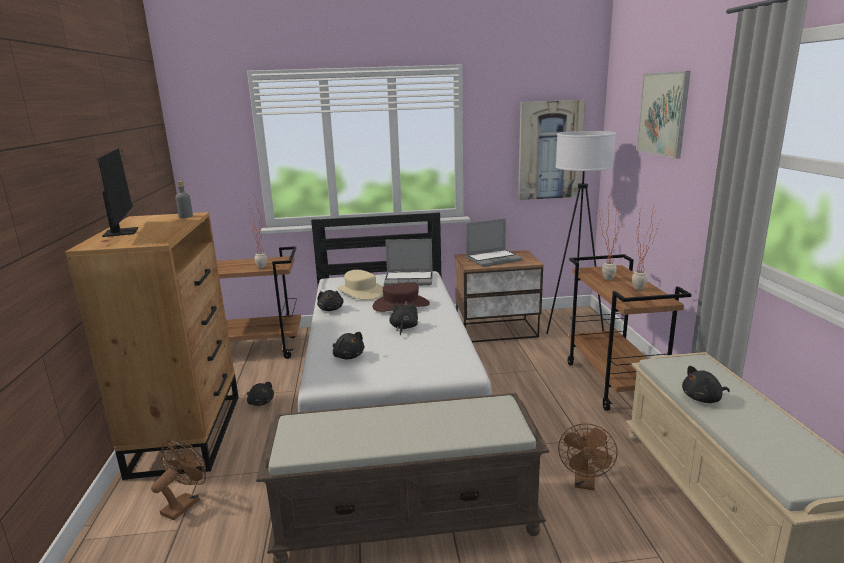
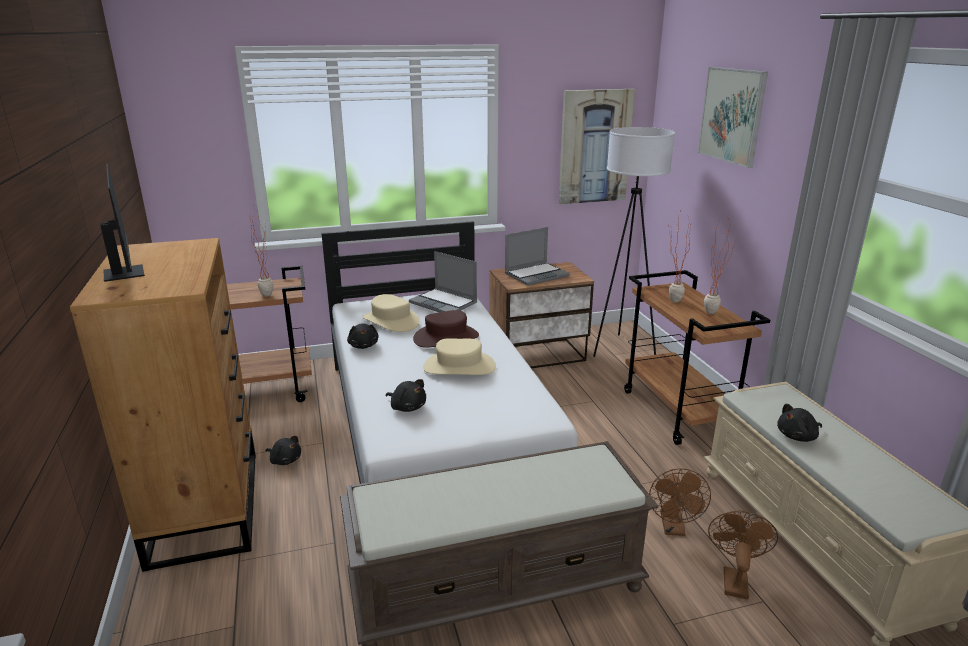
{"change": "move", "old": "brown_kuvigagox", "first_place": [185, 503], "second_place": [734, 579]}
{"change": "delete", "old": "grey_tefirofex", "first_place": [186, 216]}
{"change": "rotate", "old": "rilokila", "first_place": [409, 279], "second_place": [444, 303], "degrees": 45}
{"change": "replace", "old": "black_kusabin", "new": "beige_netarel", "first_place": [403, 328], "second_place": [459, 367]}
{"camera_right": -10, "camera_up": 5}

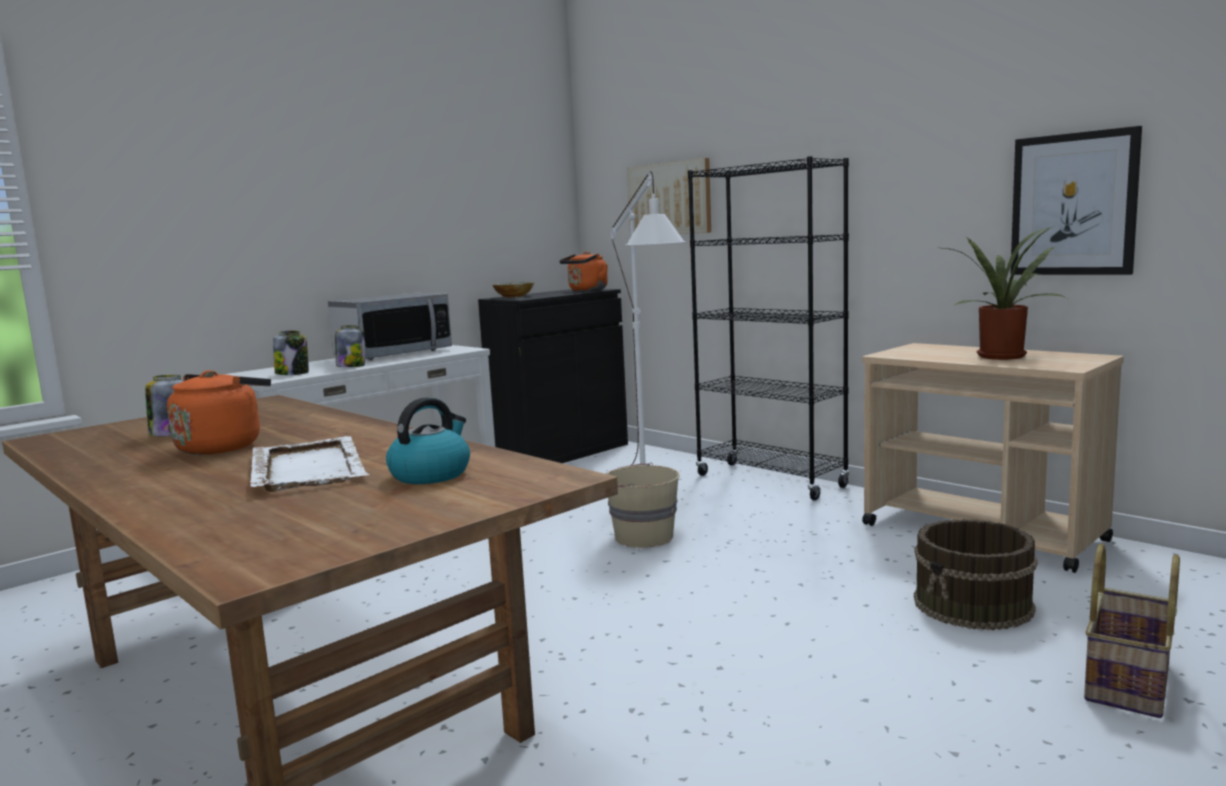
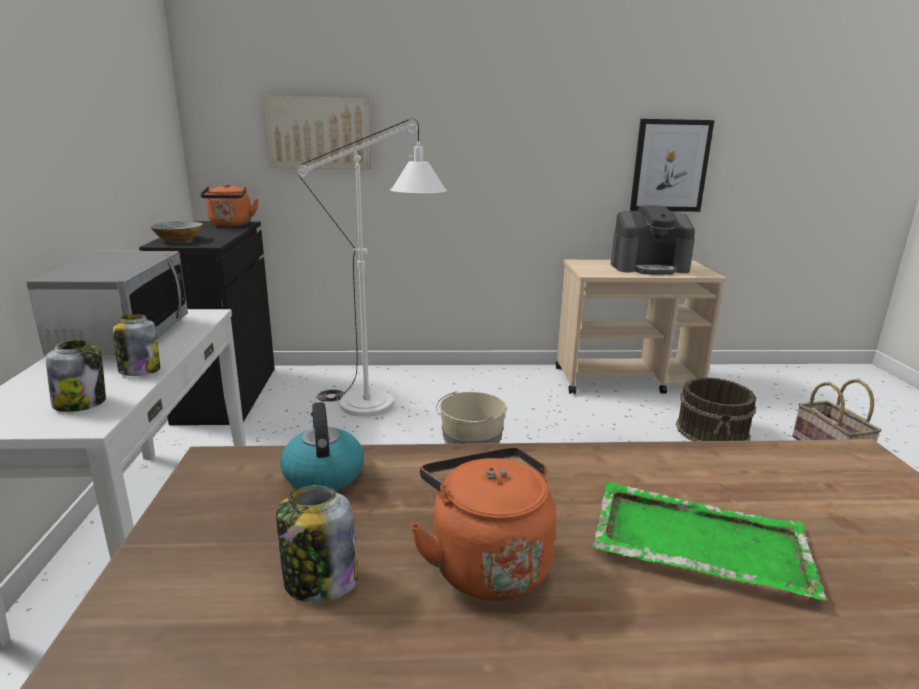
{"change": "recolor", "old": "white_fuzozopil", "new": "green_fuzozopil", "first_place": [308, 468], "second_place": [697, 542]}
{"change": "move", "old": "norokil", "first_place": [431, 474], "second_place": [323, 474]}
{"change": "delete", "old": "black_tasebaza", "first_place": [771, 481]}
{"change": "replace", "old": "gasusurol", "new": "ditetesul", "first_place": [1002, 356], "second_place": [649, 267]}
{"camera_right": -50, "camera_up": 10}

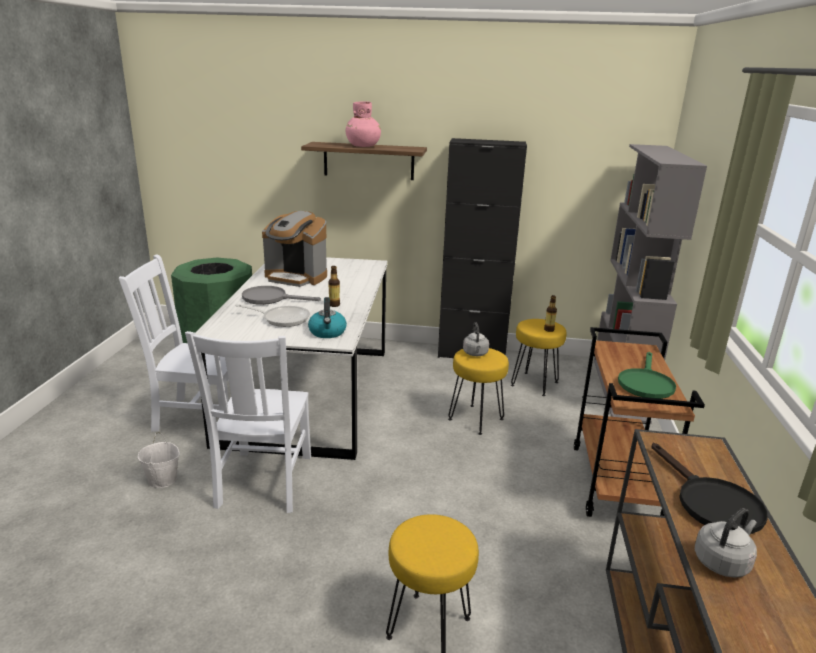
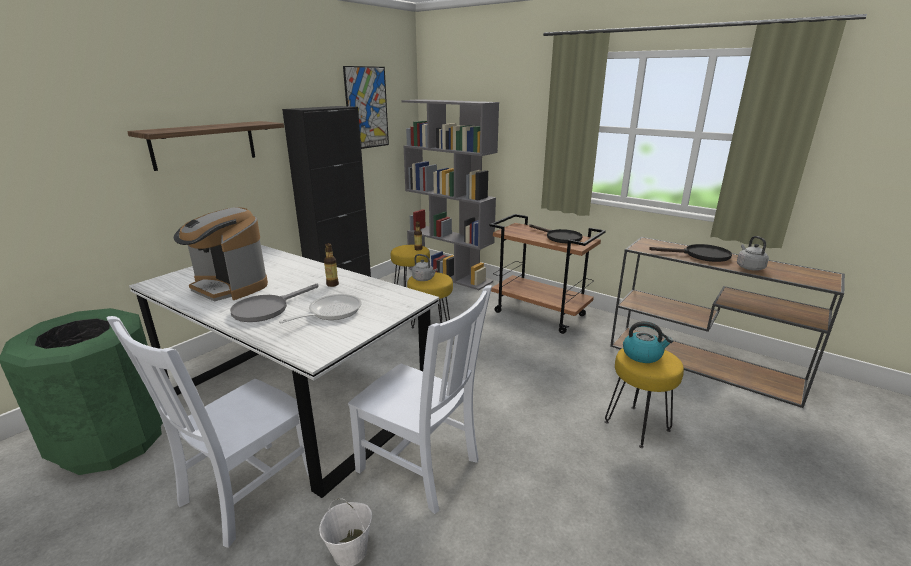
{"change": "rotate", "old": "ditetesul", "first_place": [296, 277], "second_place": [229, 287], "degrees": 75}
{"change": "move", "old": "norokil", "first_place": [327, 332], "second_place": [642, 355]}
{"change": "delete", "old": "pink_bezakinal", "first_place": [363, 146]}
{"change": "recolor", "old": "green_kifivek", "new": "black_kifivek", "first_place": [645, 383], "second_place": [559, 237]}
{"change": "insert", "new": "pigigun", "second_place": [366, 108]}
{"camera_right": -60, "camera_up": 0}

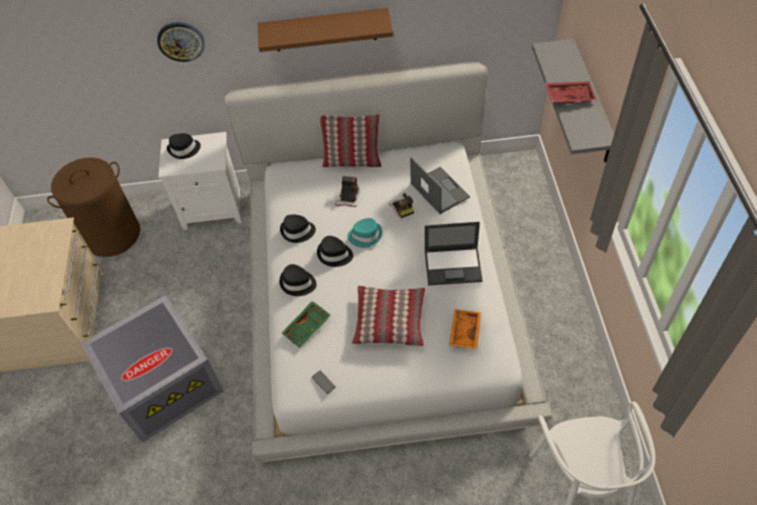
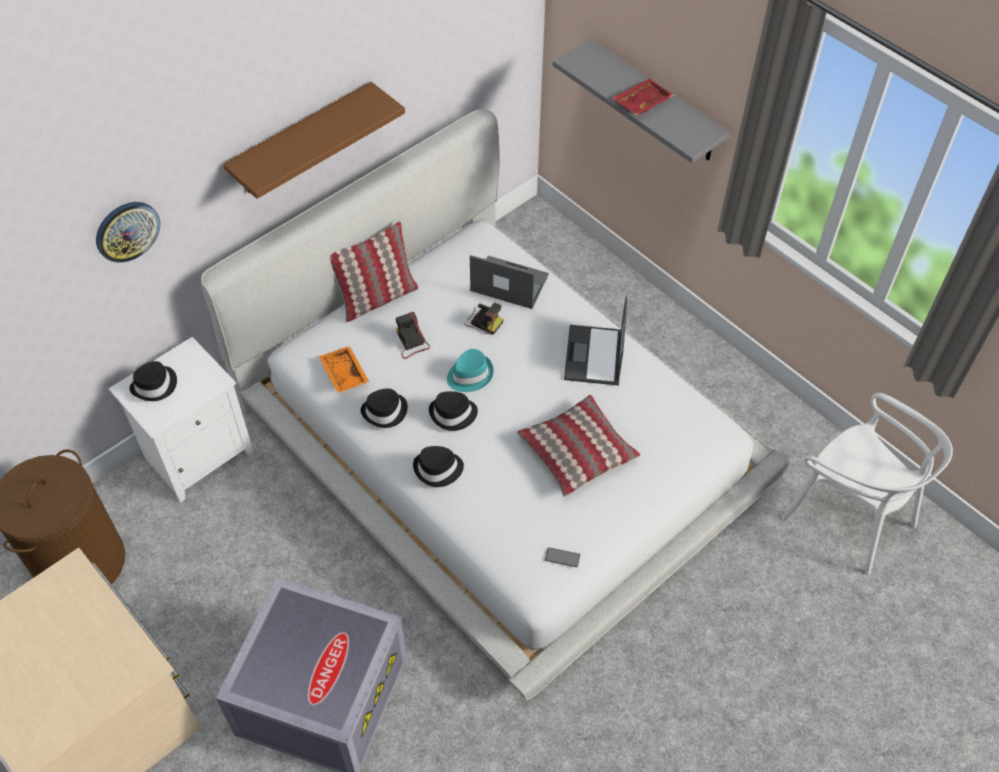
{"change": "delete", "old": "green_fuzozopil", "first_place": [307, 328]}
{"change": "rotate", "old": "rilokila", "first_place": [453, 265], "second_place": [594, 356], "degrees": 135}
{"change": "move", "old": "orange_fuzozopil", "first_place": [464, 332], "second_place": [343, 374]}
{"camera_right": -40, "camera_up": 0}

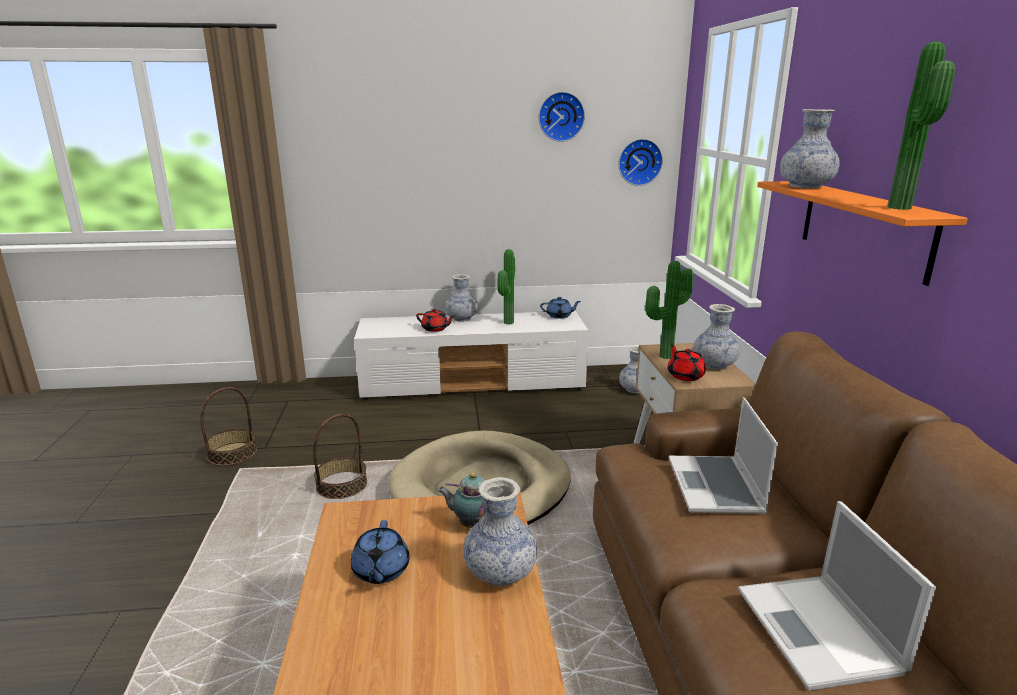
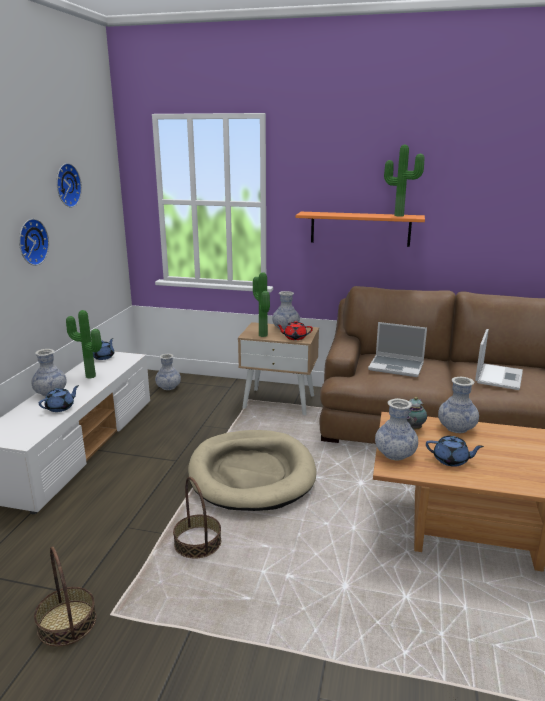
{"change": "recolor", "old": "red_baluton", "new": "blue_baluton", "first_place": [435, 329], "second_place": [60, 407]}
{"change": "move", "old": "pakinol", "first_place": [639, 162], "second_place": [31, 242]}
{"change": "rotate", "old": "rilokila", "first_place": [819, 632], "second_place": [498, 376], "degrees": -75}
{"change": "move", "old": "bezakinal", "first_place": [805, 186], "second_place": [395, 454]}
{"camera_right": -70, "camera_up": 0}

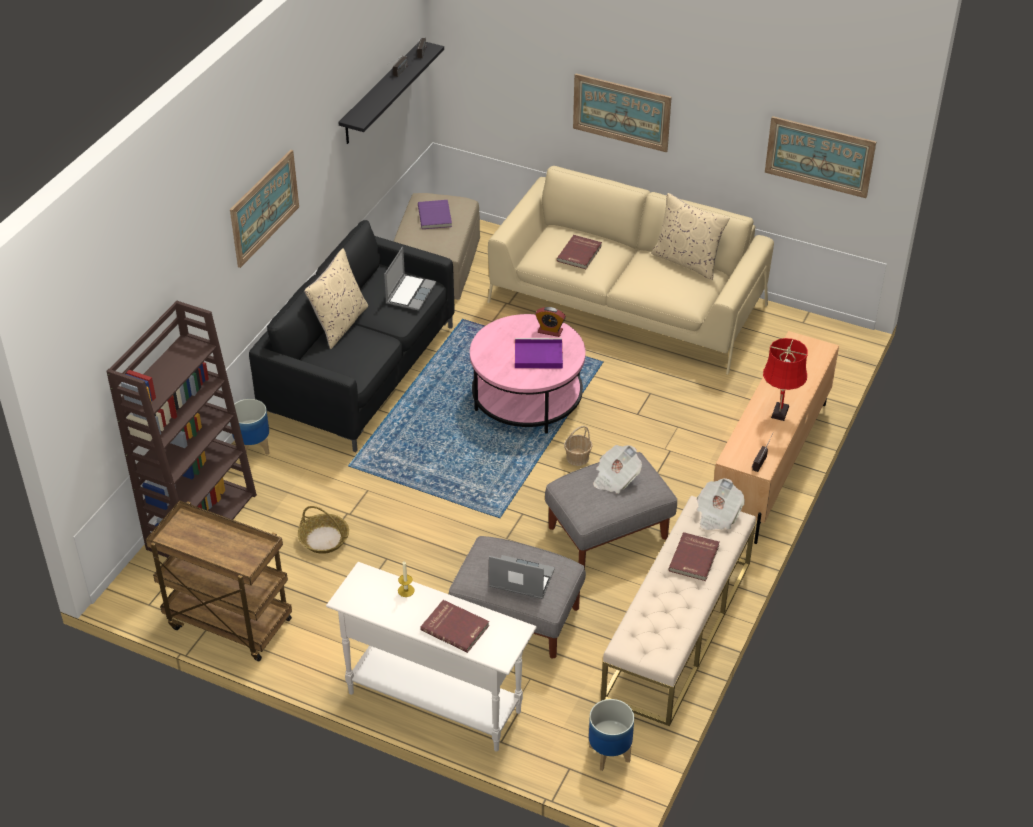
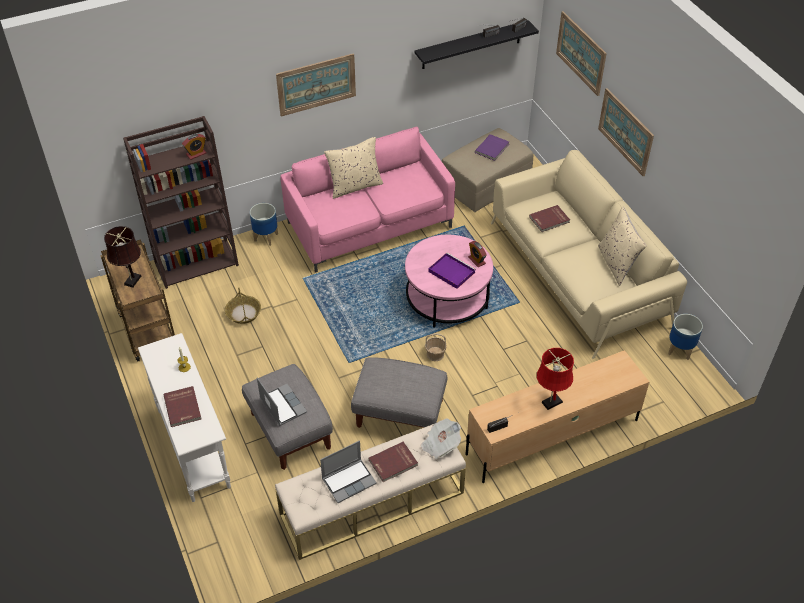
{"change": "recolor", "old": "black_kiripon", "new": "pink_kiripon", "first_place": [359, 373], "second_place": [369, 226]}
{"change": "move", "old": "rilokila", "first_place": [410, 293], "second_place": [349, 480]}
{"change": "move", "old": "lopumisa", "first_place": [610, 753], "second_place": [680, 350]}
{"change": "delete", "old": "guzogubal", "first_place": [615, 478]}
{"change": "move", "old": "pigigun", "first_place": [819, 156], "second_place": [581, 53]}
{"change": "insert", "new": "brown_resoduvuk", "second_place": [131, 281]}
{"change": "insert", "new": "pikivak", "second_place": [196, 154]}
{"camera_right": 40, "camera_up": 5}

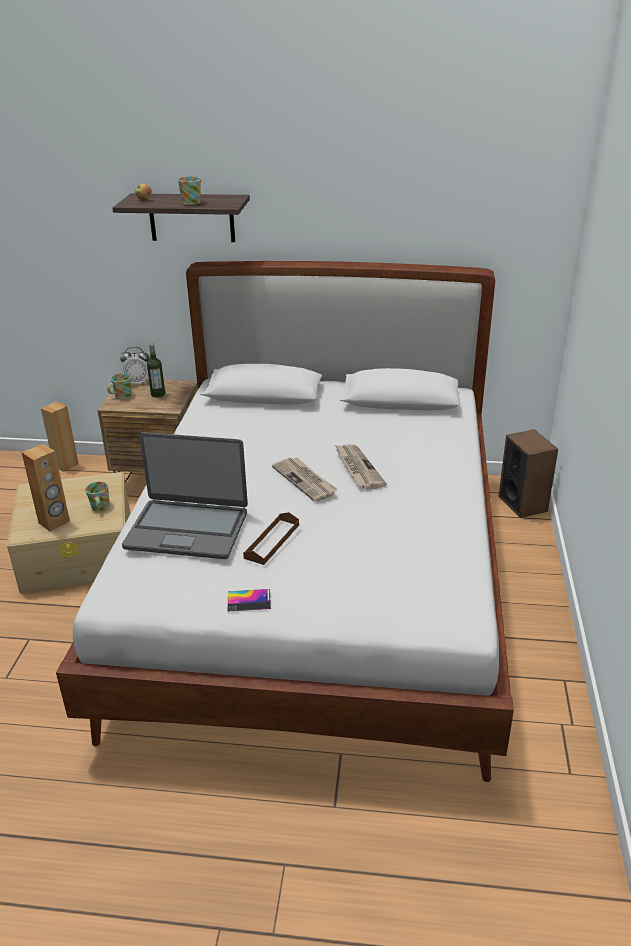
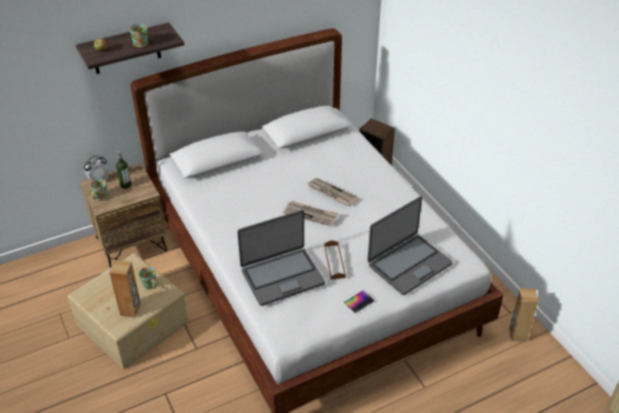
{"change": "move", "old": "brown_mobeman", "first_place": [65, 465], "second_place": [517, 334]}
{"change": "insert", "new": "rilokila", "second_place": [408, 264]}
{"camera_right": -35, "camera_up": 10}

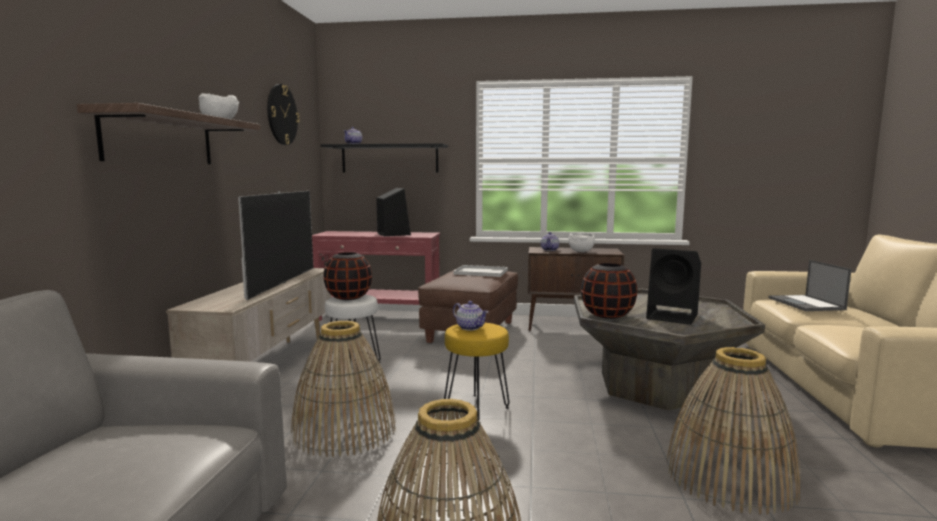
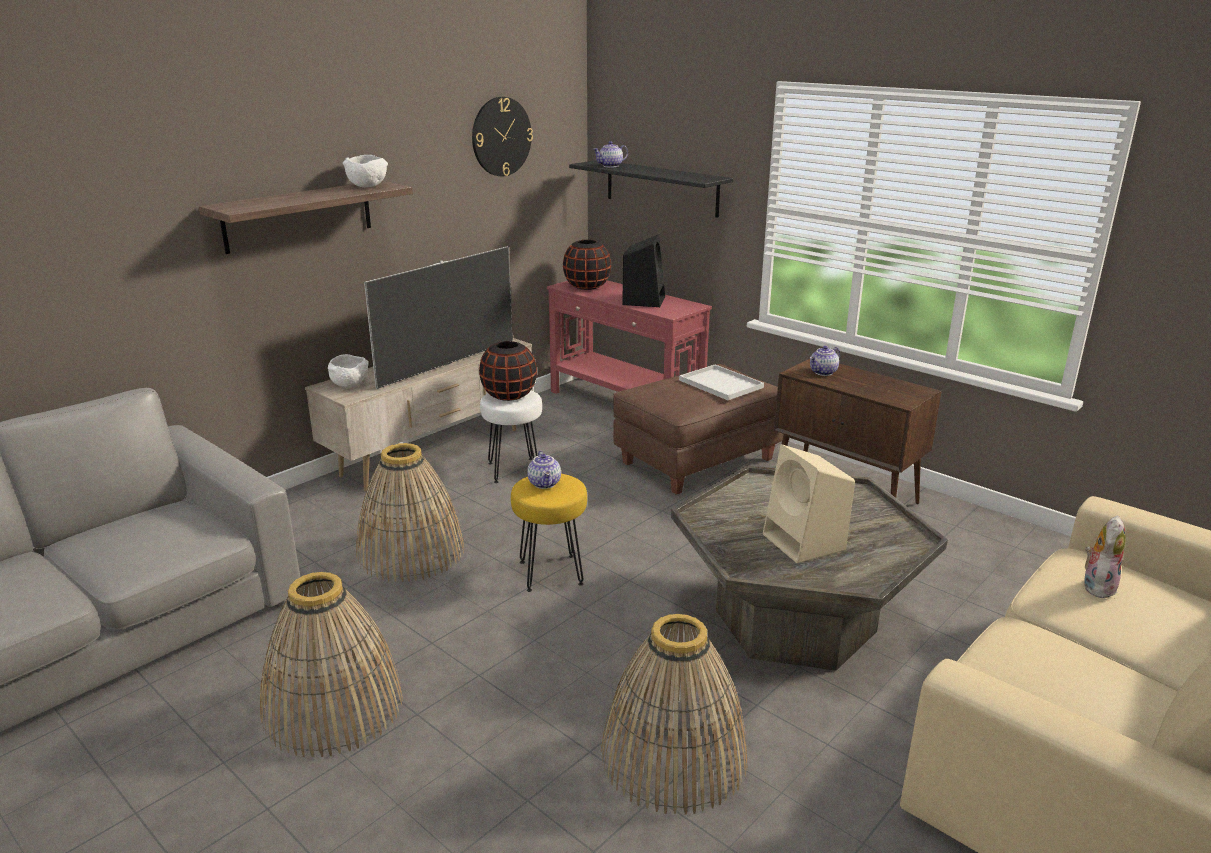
{"change": "move", "old": "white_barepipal", "first_place": [580, 251], "second_place": [350, 385]}
{"change": "move", "old": "black_bezakinal", "first_place": [607, 315], "second_place": [587, 287]}
{"change": "recolor", "old": "black_mobeman", "new": "beige_mobeman", "first_place": [673, 317], "second_place": [805, 543]}
{"change": "replace", "old": "rilokila", "new": "kusabin", "first_place": [806, 304], "second_place": [1096, 586]}
{"camera_right": 35, "camera_up": 15}

